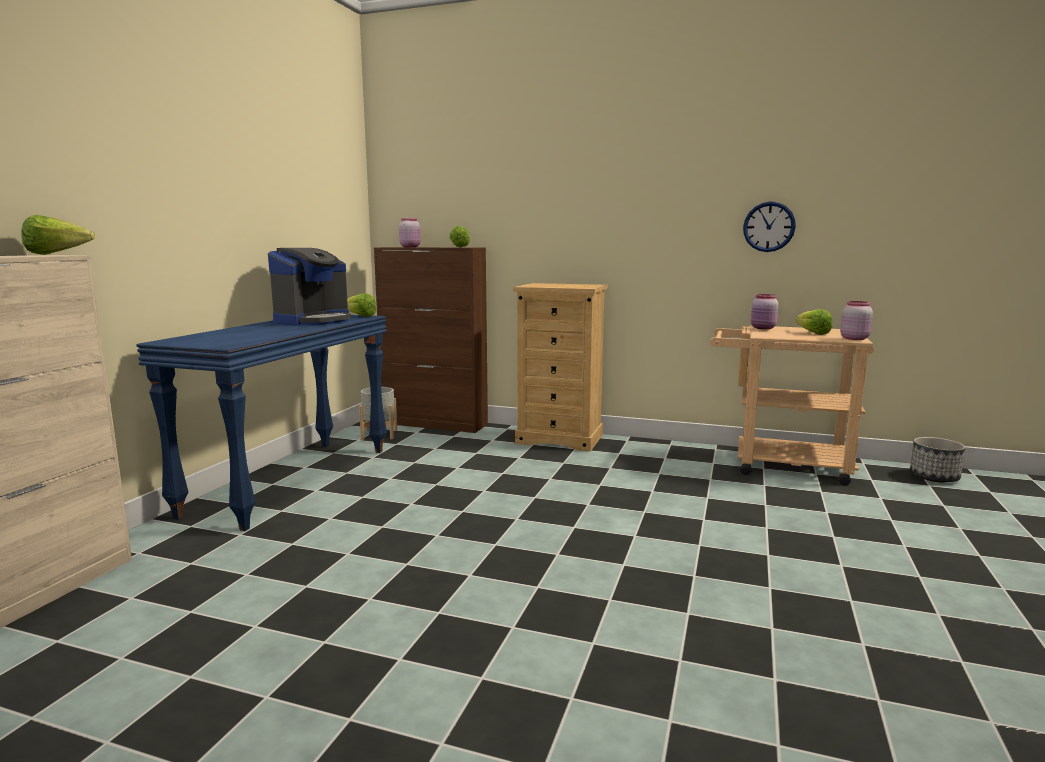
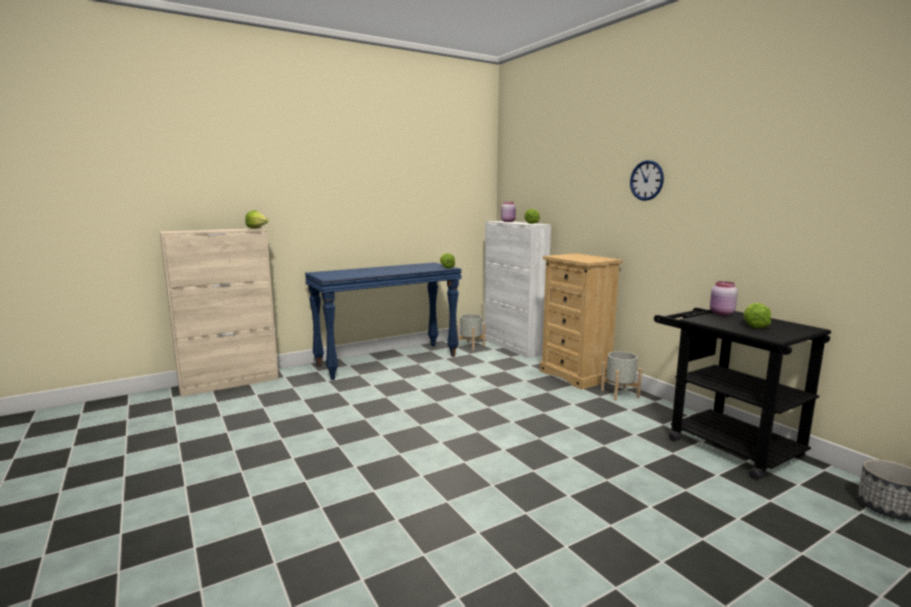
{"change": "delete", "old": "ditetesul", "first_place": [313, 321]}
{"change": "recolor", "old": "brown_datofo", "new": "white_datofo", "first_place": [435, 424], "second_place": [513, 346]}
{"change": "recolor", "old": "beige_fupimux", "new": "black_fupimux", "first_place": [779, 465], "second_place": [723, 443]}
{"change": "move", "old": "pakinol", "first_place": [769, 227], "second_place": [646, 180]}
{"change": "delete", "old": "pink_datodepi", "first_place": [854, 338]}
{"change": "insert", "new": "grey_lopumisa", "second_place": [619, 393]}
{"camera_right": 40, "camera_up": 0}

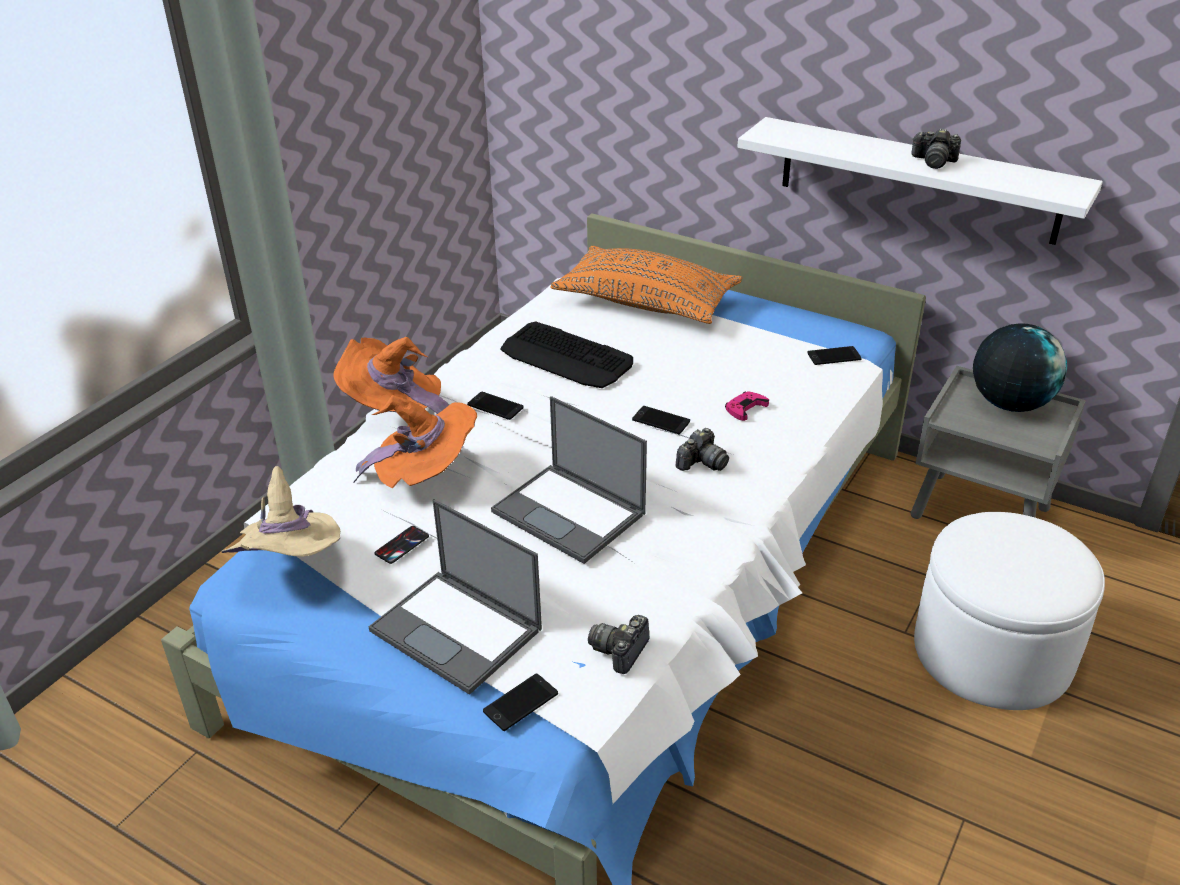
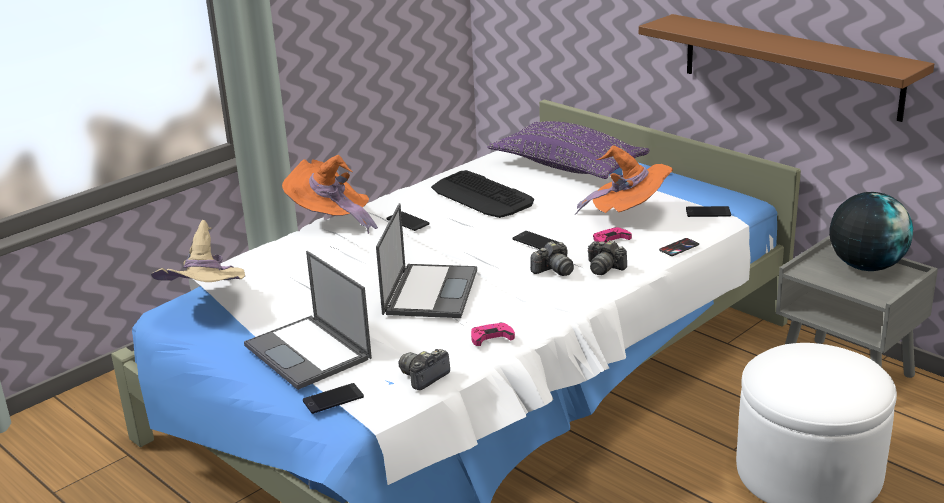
{"change": "move", "old": "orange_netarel", "first_place": [426, 476], "second_place": [629, 215]}
{"change": "move", "old": "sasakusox", "first_place": [402, 545], "second_place": [679, 247]}
{"change": "rotate", "old": "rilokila", "first_place": [570, 513], "second_place": [430, 291], "degrees": -135}
{"change": "recolor", "old": "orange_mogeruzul", "new": "purple_mogeruzul", "first_place": [646, 302], "second_place": [568, 166]}
{"change": "recolor", "old": "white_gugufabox", "new": "brown_gugufabox", "first_place": [917, 180], "second_place": [790, 66]}
{"change": "move", "old": "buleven", "first_place": [933, 161], "second_place": [604, 268]}
{"change": "insert", "new": "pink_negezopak", "second_place": [491, 337]}
{"camera_right": 15, "camera_up": -10}

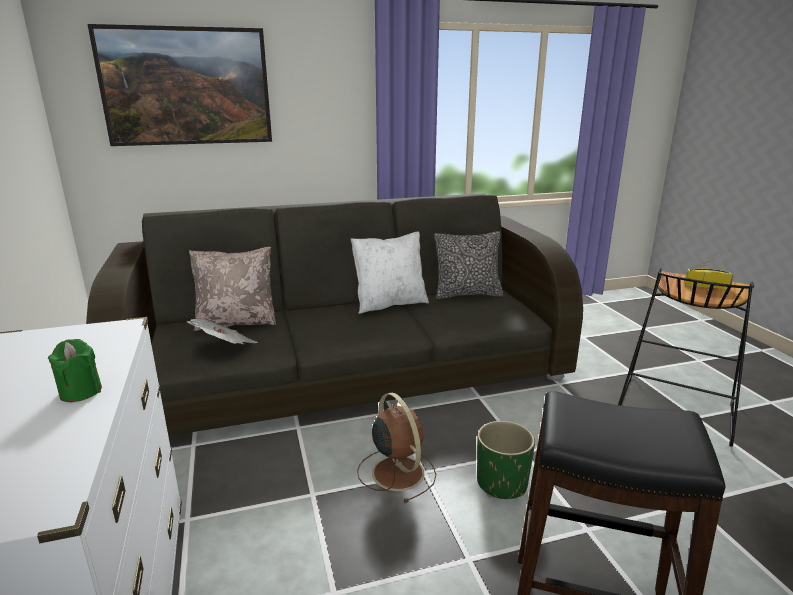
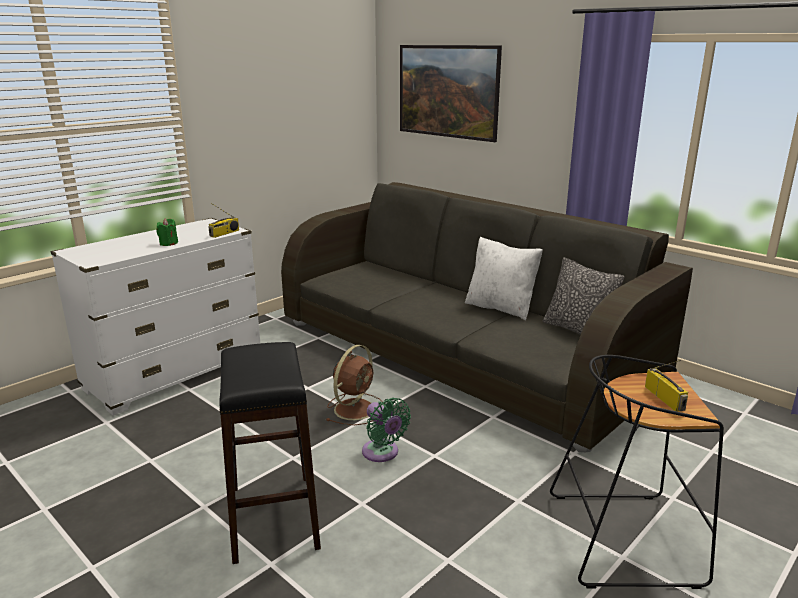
{"change": "delete", "old": "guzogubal", "first_place": [225, 347]}
{"change": "delete", "old": "beige_mogeruzul", "first_place": [237, 322]}
{"change": "replace", "old": "green_lopumisa", "new": "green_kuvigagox", "first_place": [501, 483], "second_place": [382, 453]}
{"change": "insert", "new": "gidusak", "second_place": [224, 233]}
{"camera_right": 60, "camera_up": 0}

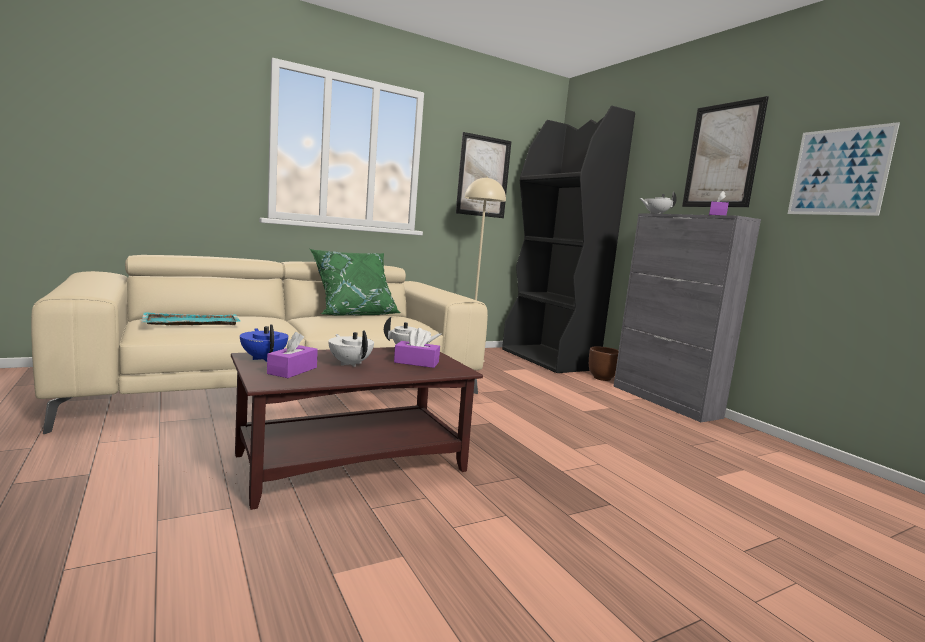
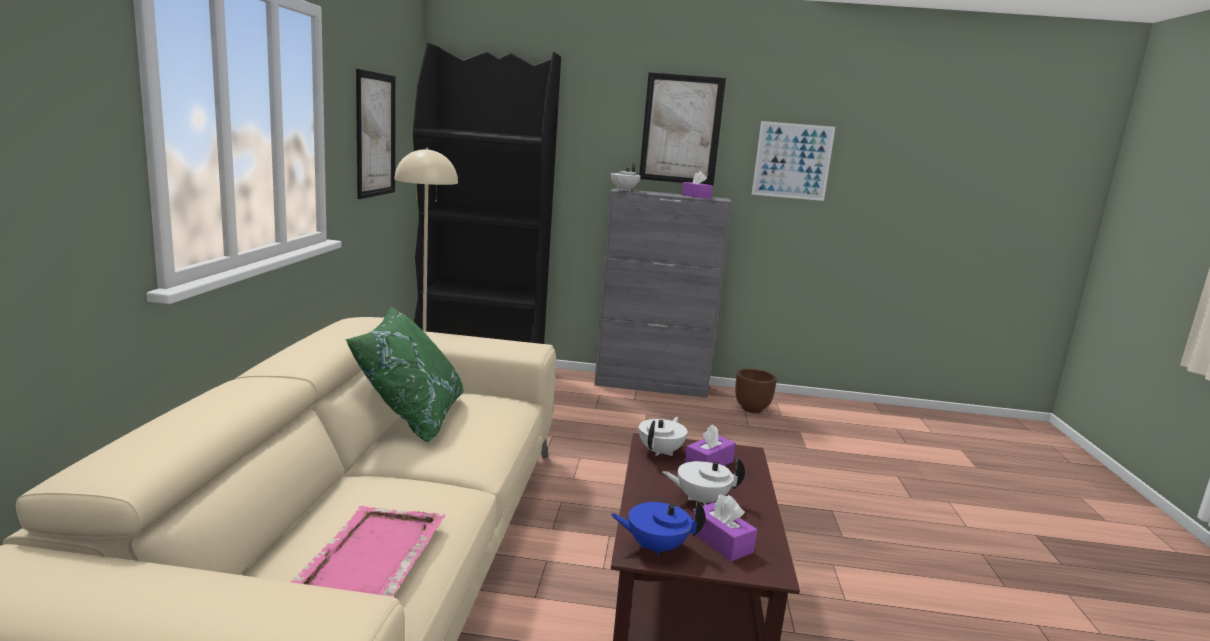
{"change": "recolor", "old": "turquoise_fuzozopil", "new": "pink_fuzozopil", "first_place": [191, 322], "second_place": [370, 559]}
{"change": "move", "old": "brown_lopumisa", "first_place": [602, 378], "second_place": [751, 409]}
{"camera_right": -55, "camera_up": 5}

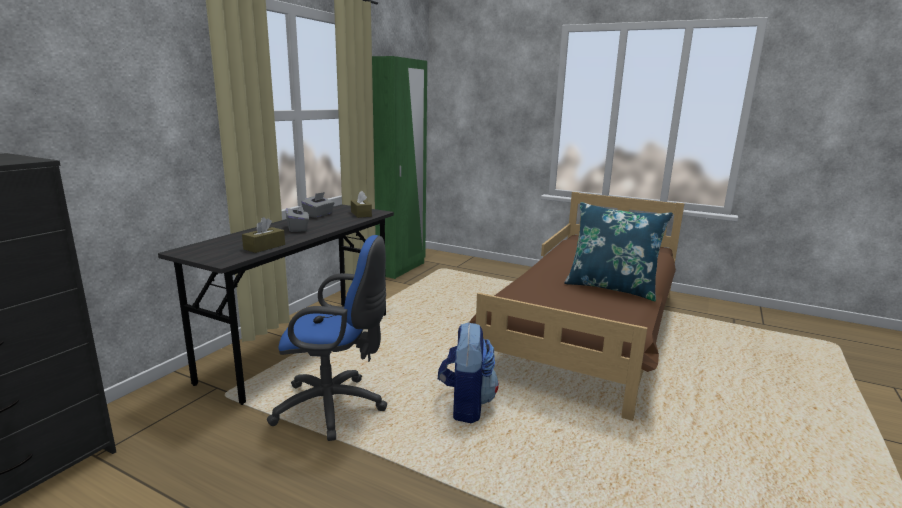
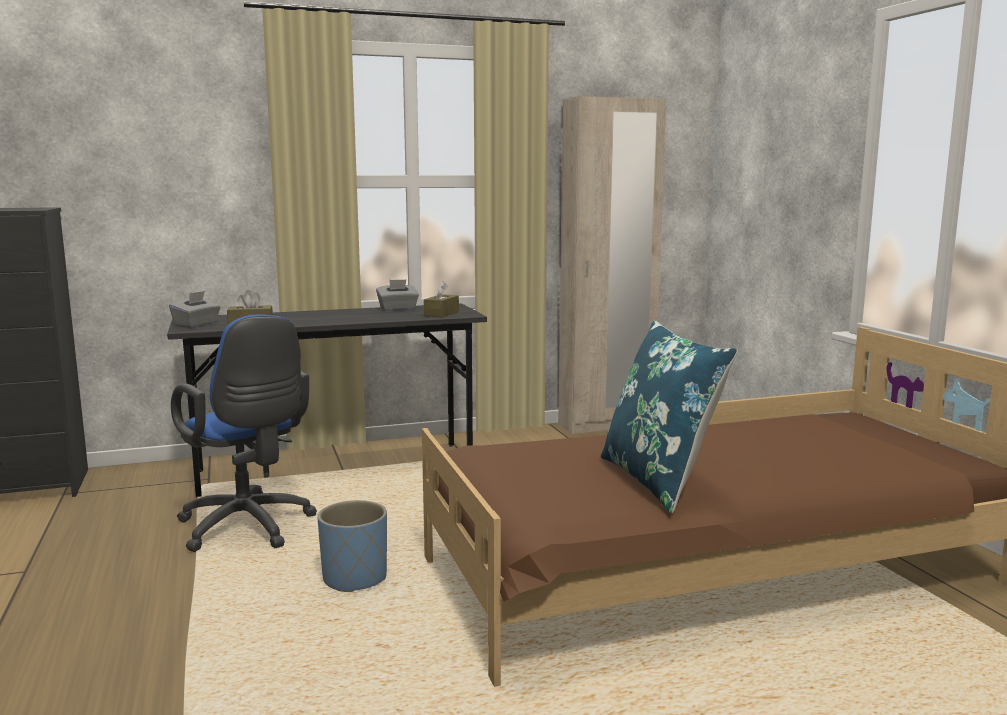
{"change": "move", "old": "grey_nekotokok", "first_place": [298, 228], "second_place": [196, 325]}
{"change": "recolor", "old": "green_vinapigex", "new": "beige_vinapigex", "first_place": [401, 269], "second_place": [606, 425]}
{"change": "replace", "old": "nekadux", "new": "blue_lopumisa", "first_place": [466, 405], "second_place": [355, 579]}
{"camera_right": 45, "camera_up": -5}

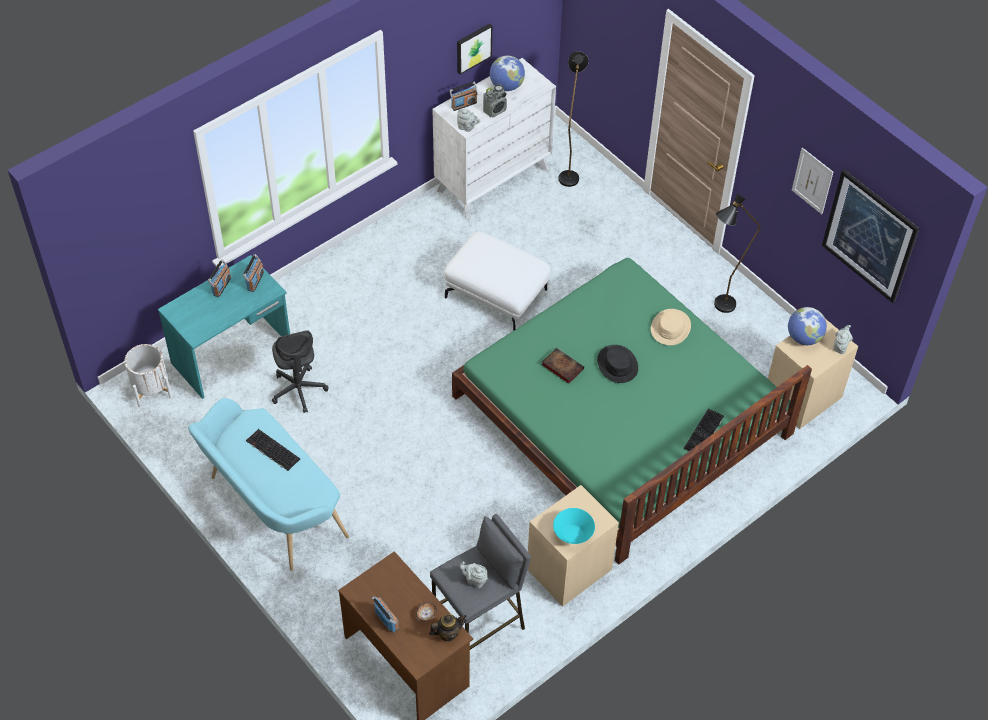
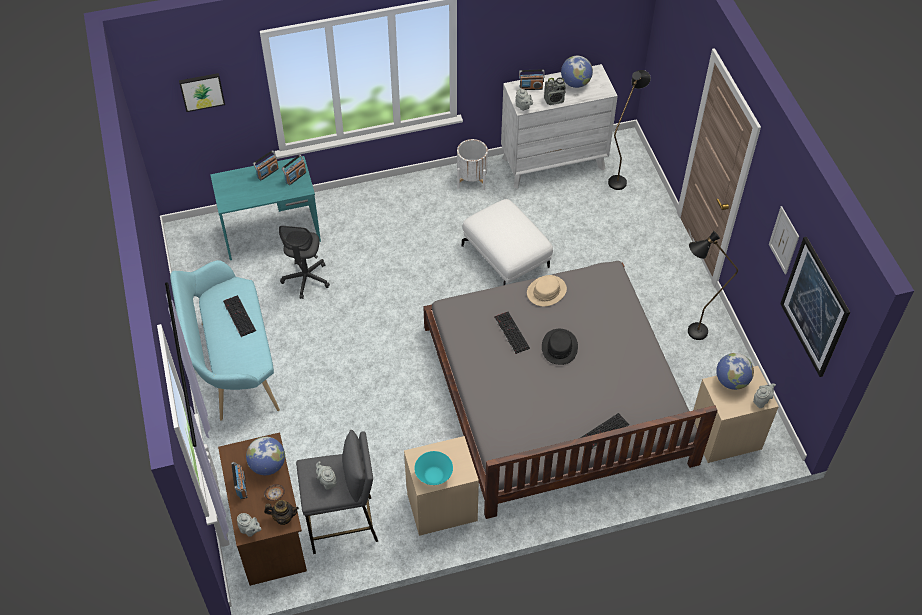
{"change": "move", "old": "white_lopumisa", "first_place": [151, 389], "second_place": [472, 179]}
{"change": "recolor", "old": "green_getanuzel", "new": "grey_getanuzel", "first_place": [622, 415], "second_place": [557, 393]}
{"change": "move", "old": "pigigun", "first_place": [473, 47], "second_place": [202, 91]}
{"change": "replace", "old": "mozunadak", "new": "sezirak", "first_place": [561, 367], "second_place": [511, 332]}
{"change": "move", "old": "beige_netarel", "first_place": [670, 328], "second_place": [546, 291]}
{"change": "insert", "new": "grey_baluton", "second_place": [250, 530]}
{"change": "insert", "new": "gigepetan", "second_place": [268, 465]}
{"camera_right": 25, "camera_up": 0}

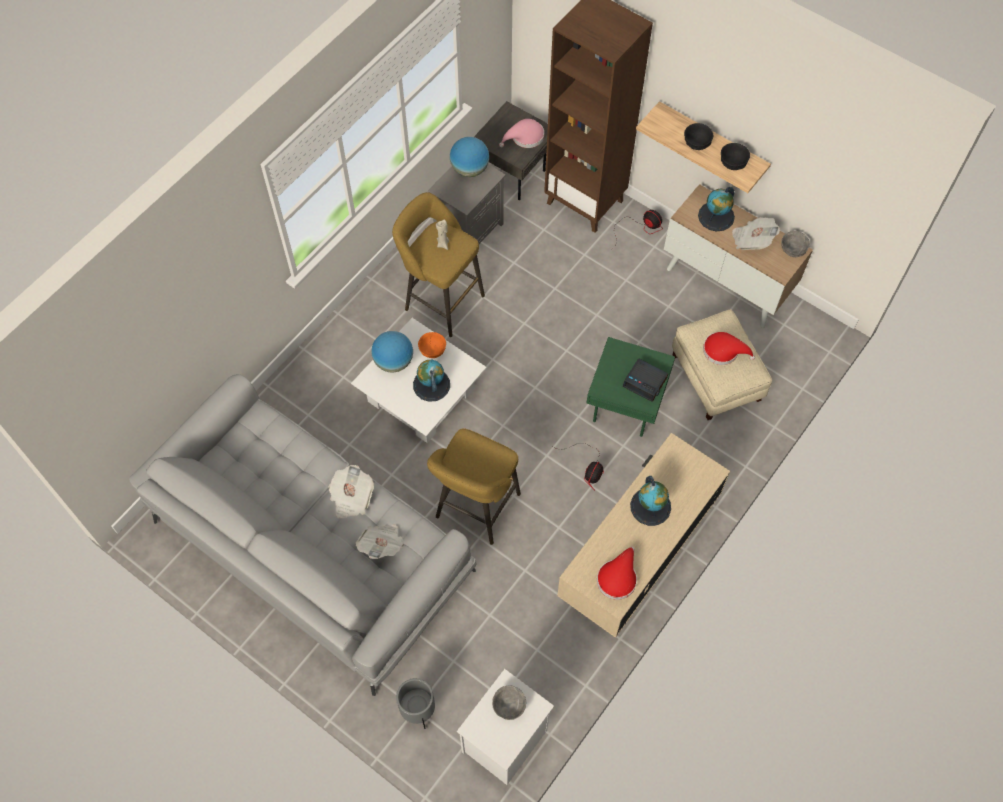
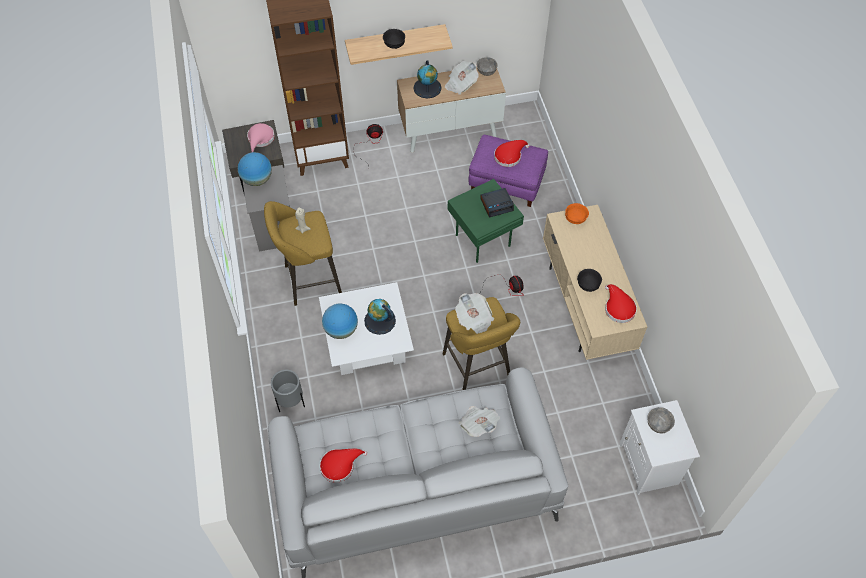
{"change": "move", "old": "guzogubal", "first_place": [351, 498], "second_place": [474, 320]}
{"change": "move", "old": "grey_lopumisa", "first_place": [418, 711], "second_place": [290, 403]}
{"change": "move", "old": "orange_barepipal", "first_place": [432, 350], "second_place": [575, 219]}
{"change": "delete", "old": "gigepetan", "first_place": [650, 506]}
{"change": "recolor", "old": "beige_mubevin", "new": "purple_mubevin", "first_place": [717, 377], "second_place": [507, 182]}
{"change": "move", "old": "black_barepipal", "first_place": [733, 163], "second_place": [588, 284]}
{"change": "insert", "new": "red_netarel", "second_place": [340, 465]}
{"camera_right": -50, "camera_up": -5}

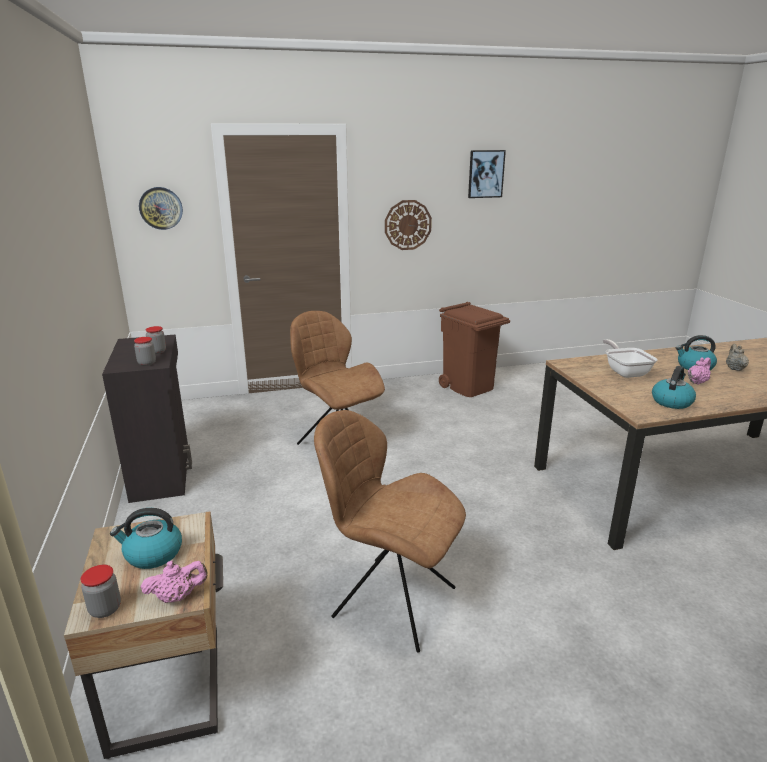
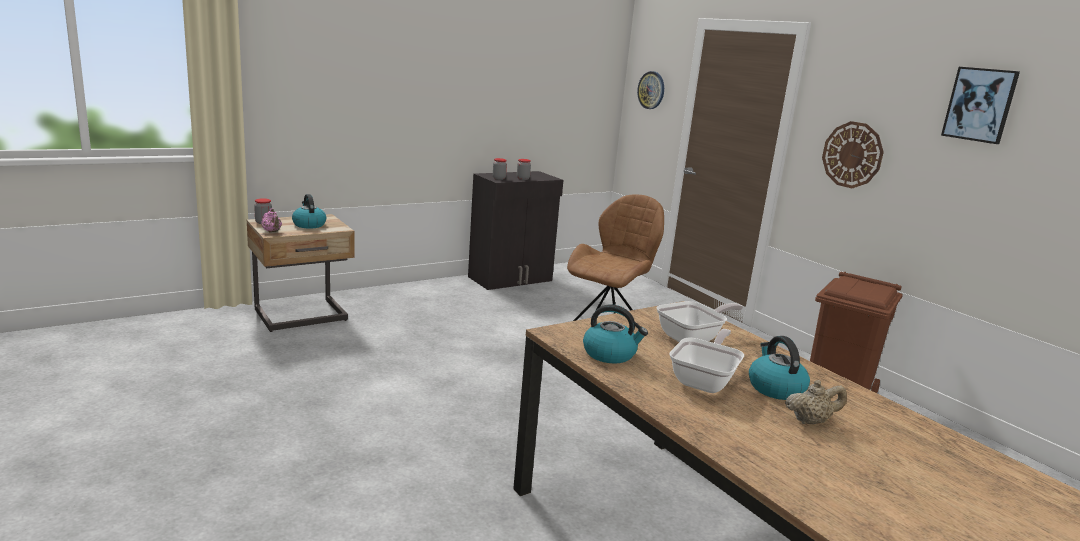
{"change": "delete", "old": "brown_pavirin", "first_place": [390, 600]}
{"change": "replace", "old": "pink_baluton", "new": "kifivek", "first_place": [697, 382], "second_place": [705, 380]}
{"camera_right": 70, "camera_up": -5}

